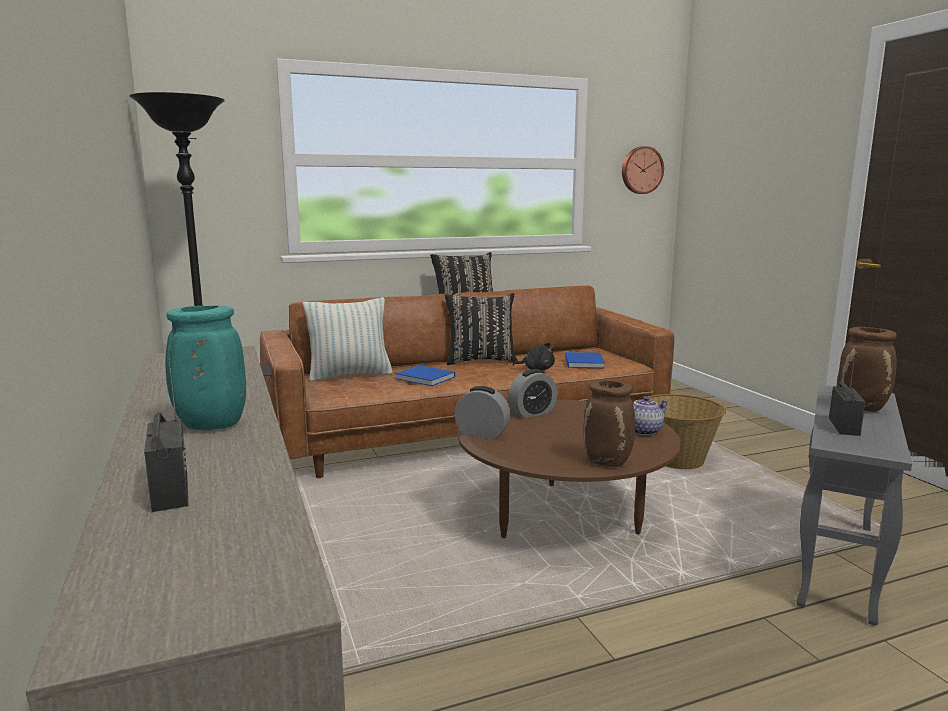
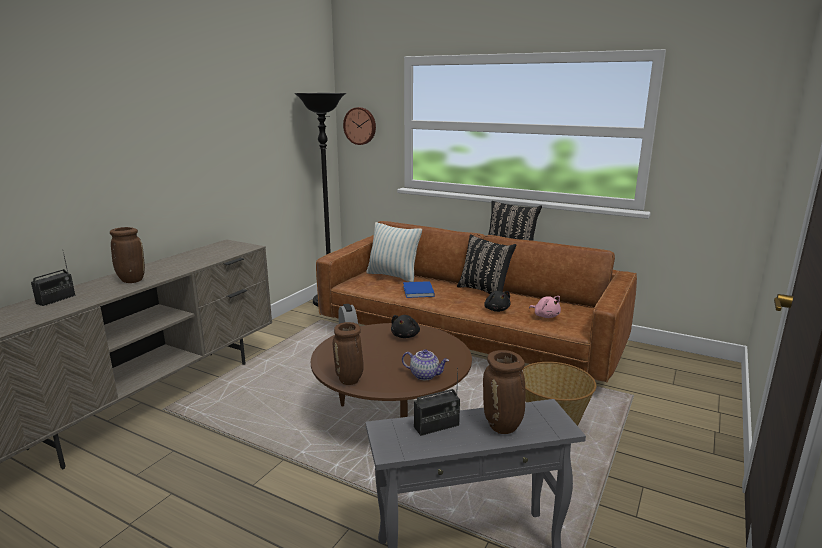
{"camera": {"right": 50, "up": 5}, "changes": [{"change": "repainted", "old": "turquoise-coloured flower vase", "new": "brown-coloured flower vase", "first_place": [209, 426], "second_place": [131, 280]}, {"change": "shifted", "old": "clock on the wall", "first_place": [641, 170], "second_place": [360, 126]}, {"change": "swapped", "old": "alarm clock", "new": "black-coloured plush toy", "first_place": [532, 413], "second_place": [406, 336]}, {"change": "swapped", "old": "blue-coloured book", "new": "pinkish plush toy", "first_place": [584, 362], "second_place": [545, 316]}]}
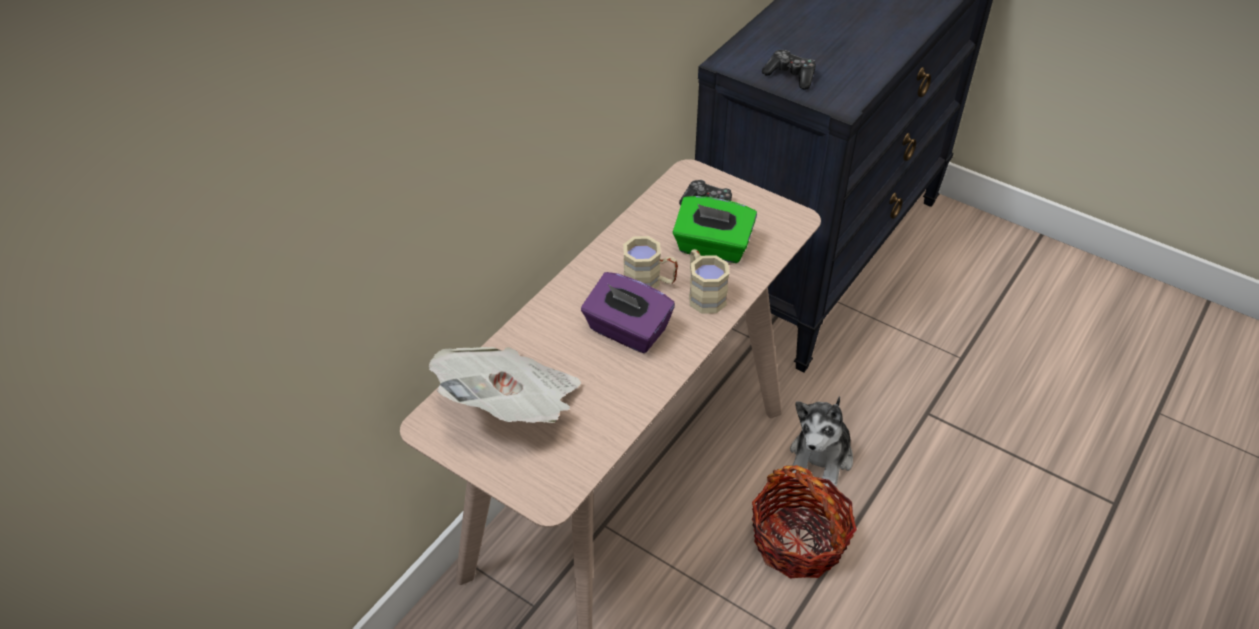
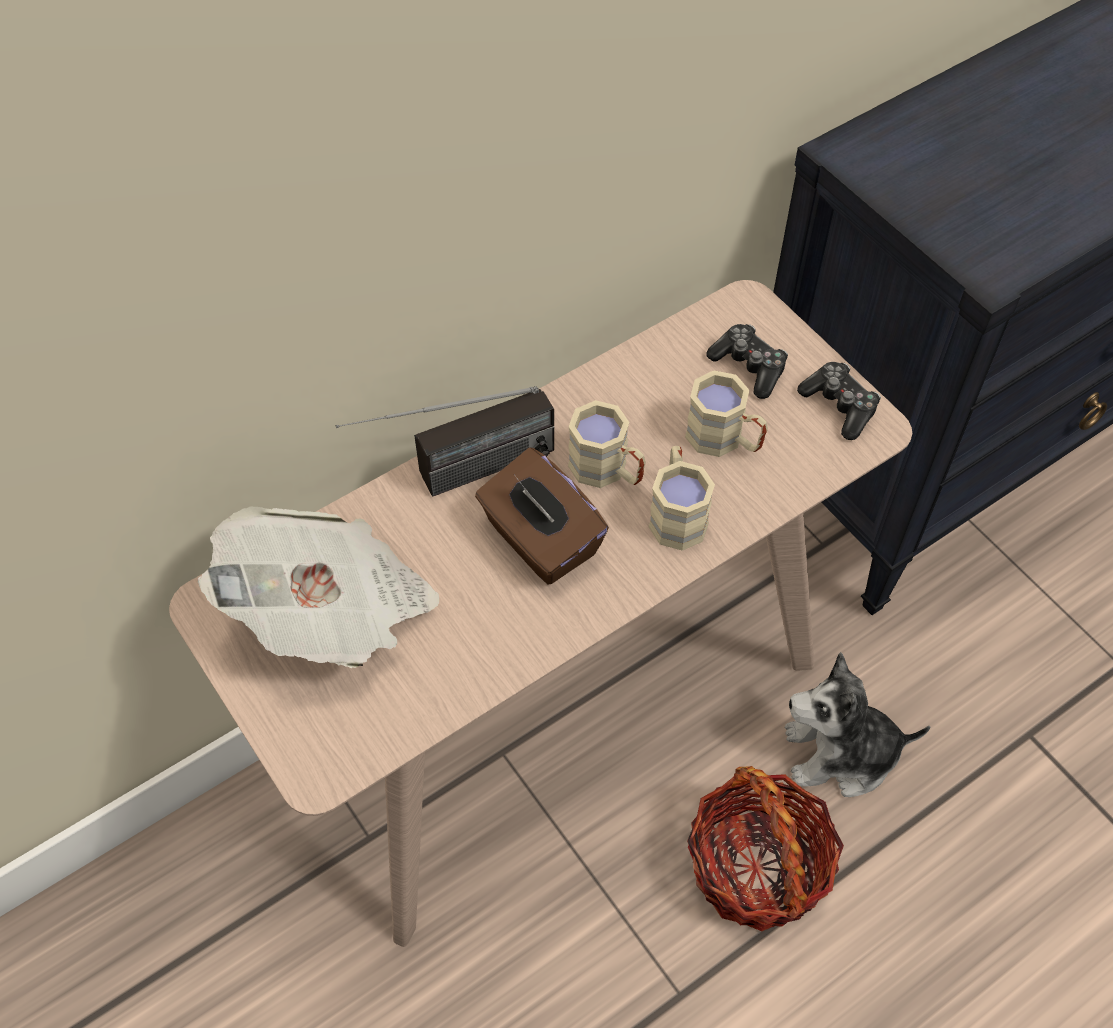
{"camera": {"right": 20, "up": 10}, "changes": [{"change": "new", "new": "radio", "second_place": [455, 477]}, {"change": "repainted", "old": "purple box of tissues", "new": "brown-coloured box of tissues", "first_place": [627, 331], "second_place": [540, 540]}, {"change": "swapped", "old": "green-coloured box of tissues", "new": "beige-coloured tea mug", "first_place": [712, 247], "second_place": [724, 440]}, {"change": "rotated", "old": "plush toy", "first_place": [820, 459], "second_place": [840, 754], "degrees": 45}, {"change": "shifted", "old": "gamepad", "first_place": [790, 76], "second_place": [839, 406]}]}
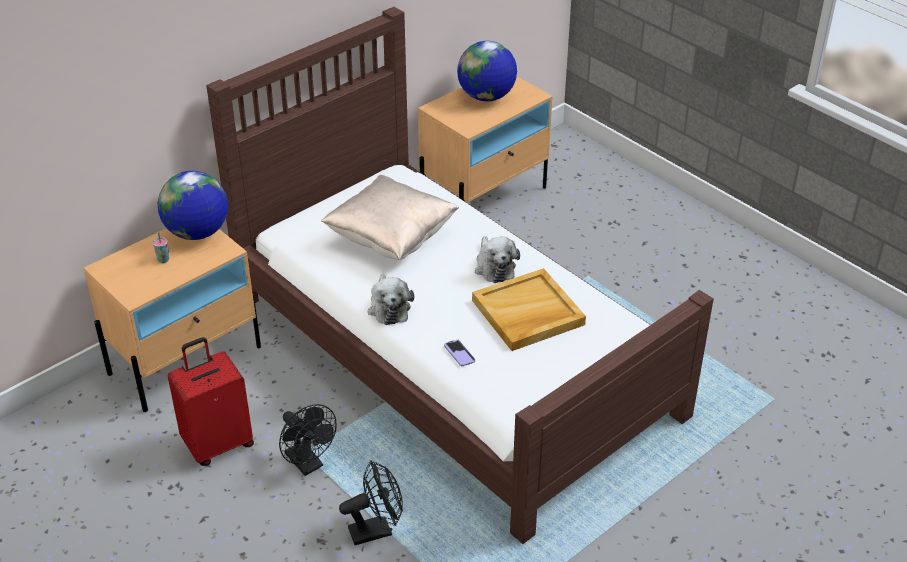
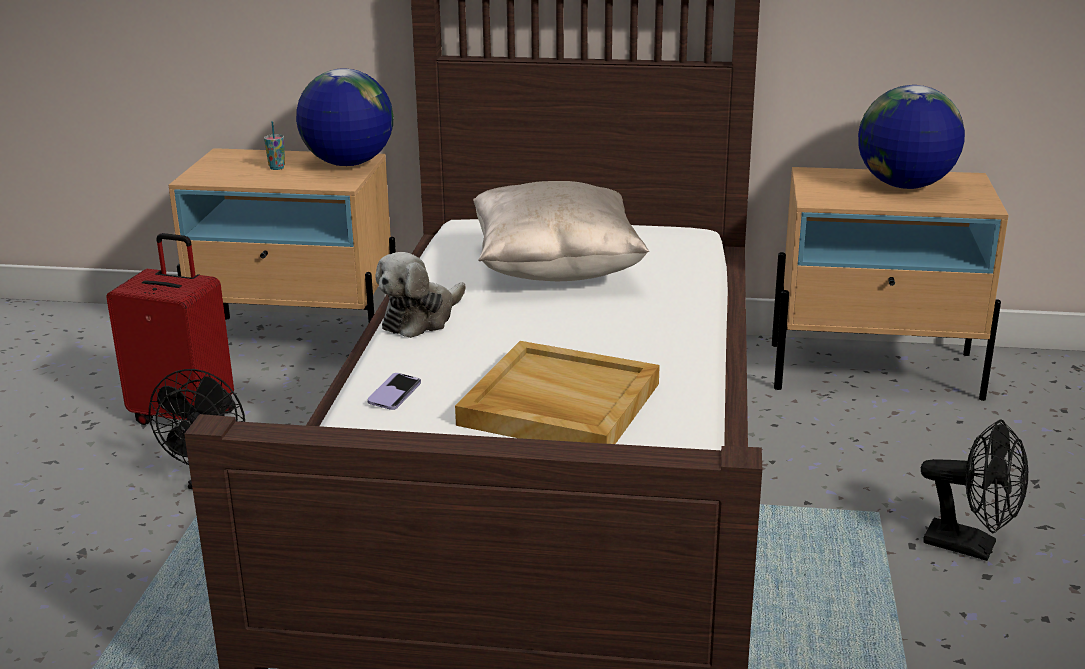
{"camera": {"right": 50, "up": -15}, "changes": [{"change": "shifted", "old": "black-coloured electric fan", "first_place": [376, 529], "second_place": [971, 546]}, {"change": "gone", "old": "plush toy", "first_place": [494, 267]}]}
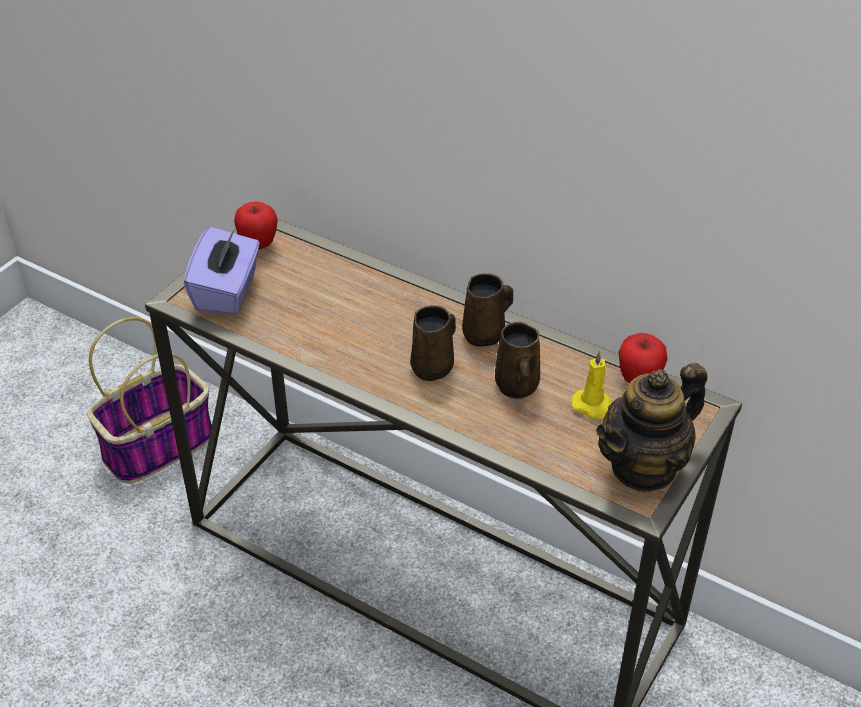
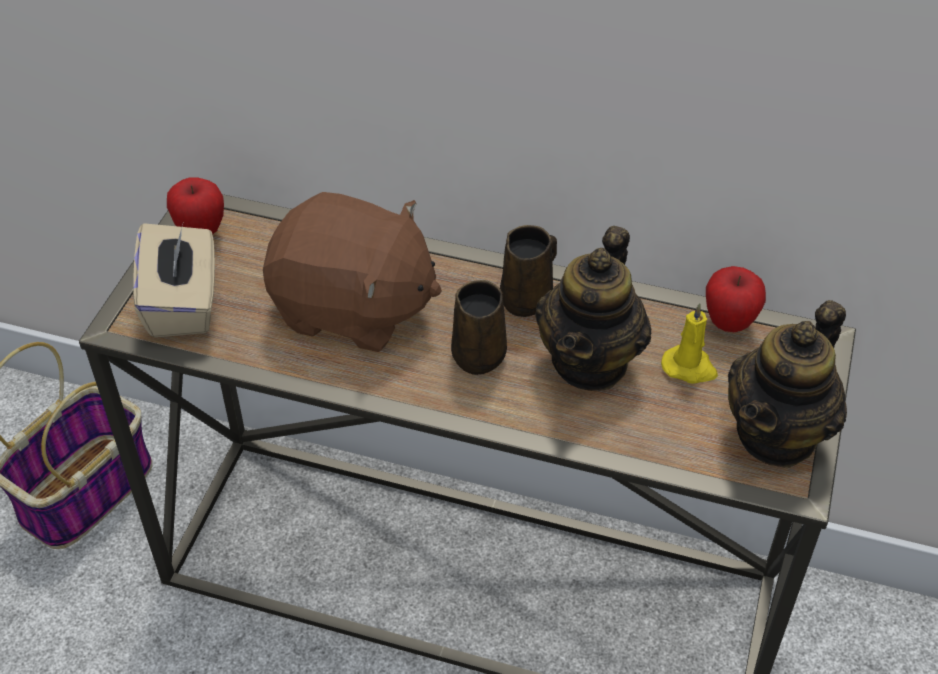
{"camera": {"right": -15, "up": 5}, "changes": [{"change": "repainted", "old": "purple box of tissues", "new": "beige-coloured box of tissues", "first_place": [227, 292], "second_place": [183, 303]}, {"change": "new", "new": "brown-coloured plush toy", "second_place": [353, 309]}, {"change": "swapped", "old": "brown-coloured tea mug", "new": "pot for tea", "first_place": [517, 387], "second_place": [590, 361]}]}
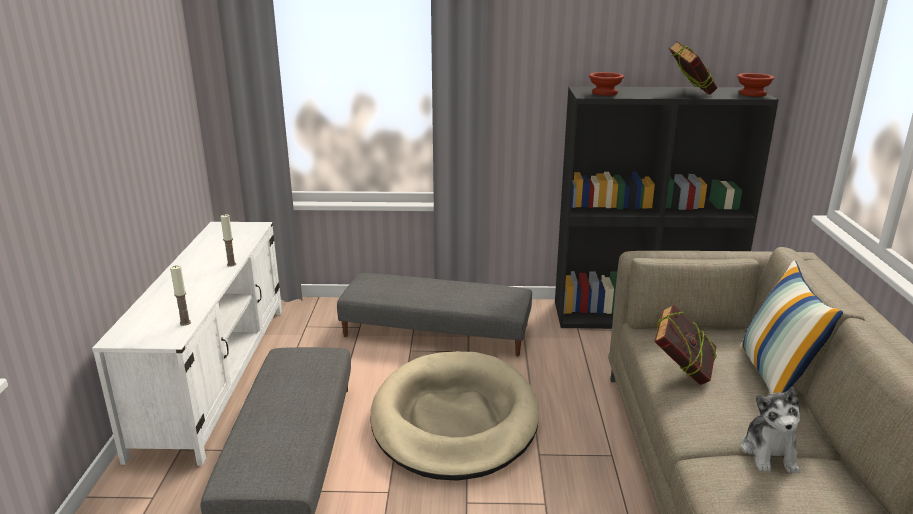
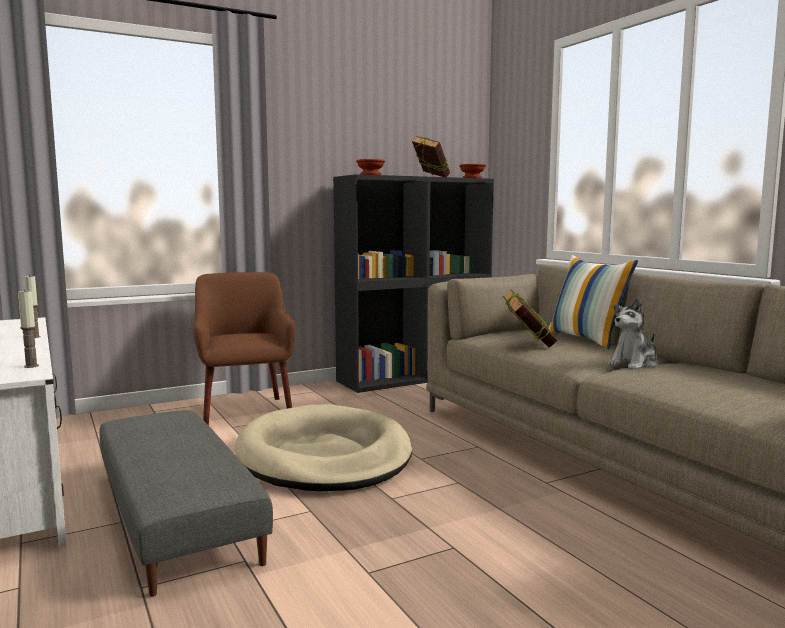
{"camera": {"right": -30, "up": -15}, "changes": [{"change": "swapped", "old": "grey footrest", "new": "brown-coloured lounge chair", "first_place": [436, 330], "second_place": [245, 411]}, {"change": "rotated", "old": "plush toy", "first_place": [769, 453], "second_place": [634, 364], "degrees": 75}]}
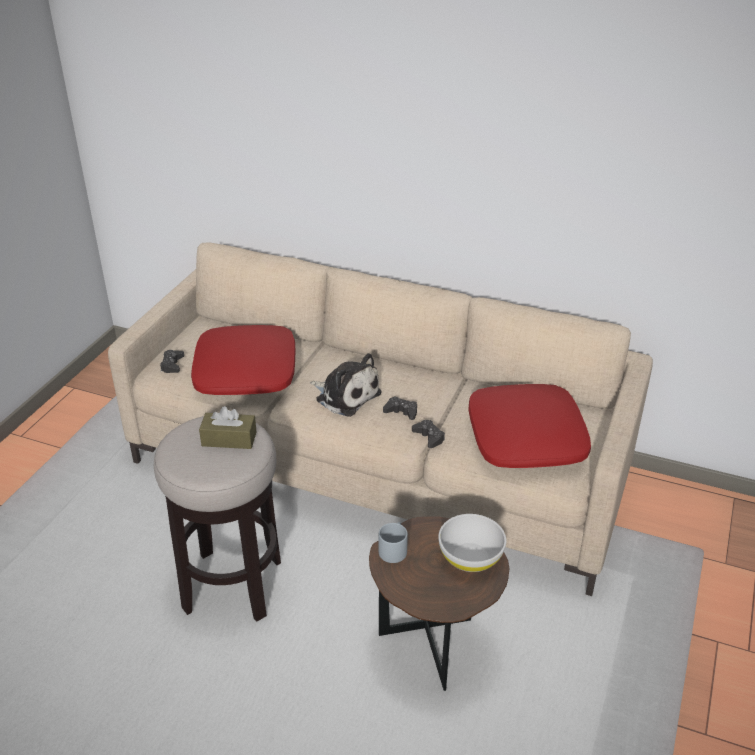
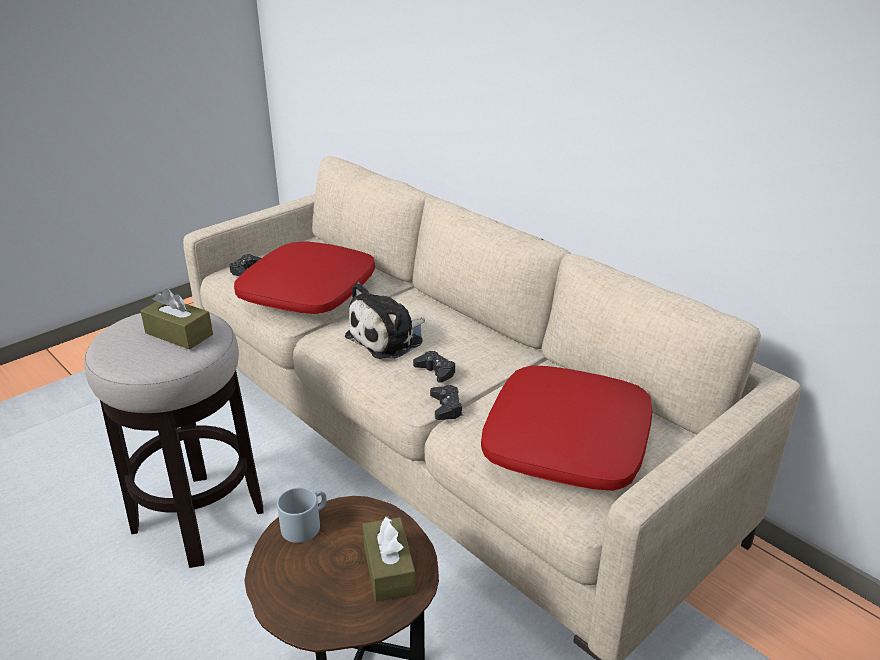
{"camera": {"right": 25, "up": -5}, "changes": [{"change": "rotated", "old": "plush toy", "first_place": [345, 395], "second_place": [388, 339], "degrees": 75}, {"change": "swapped", "old": "white-coloured serving bowl", "new": "brown-coloured box of tissues", "first_place": [470, 557], "second_place": [389, 569]}]}
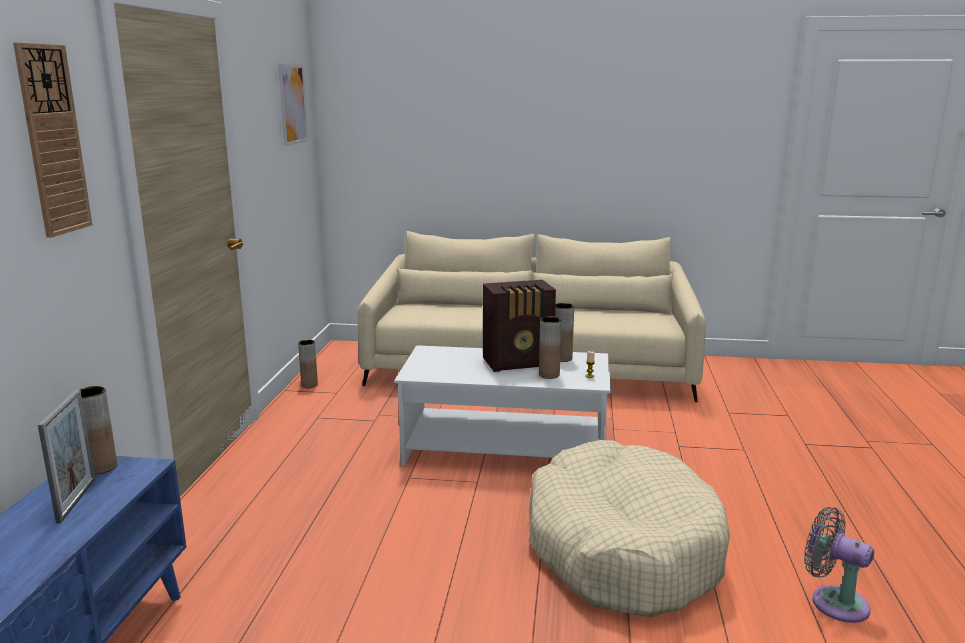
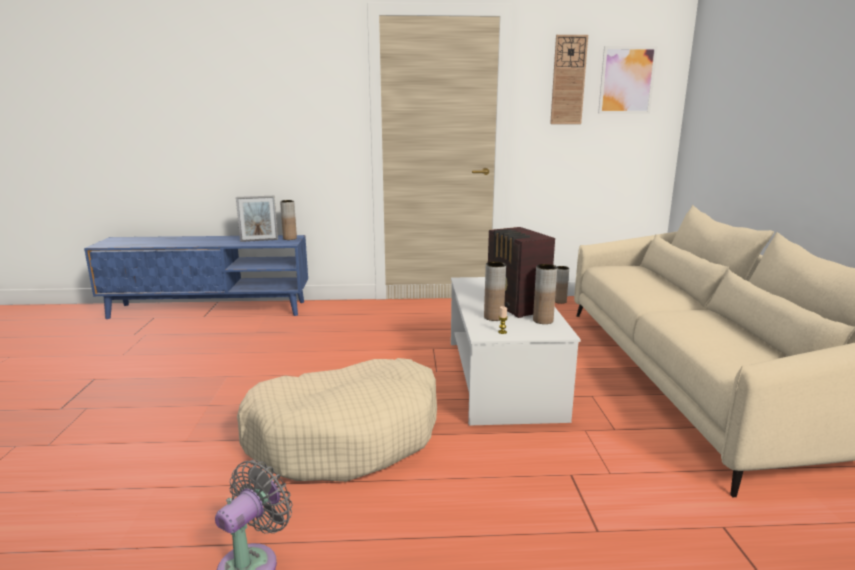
{"camera": {"right": 80, "up": 0}, "changes": [{"change": "shifted", "old": "clock on the wall", "first_place": [53, 140], "second_place": [568, 80]}]}
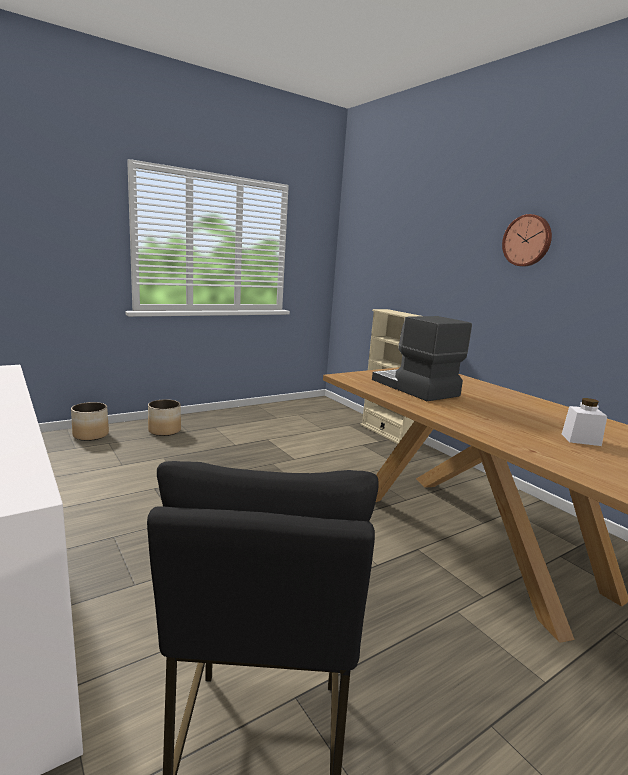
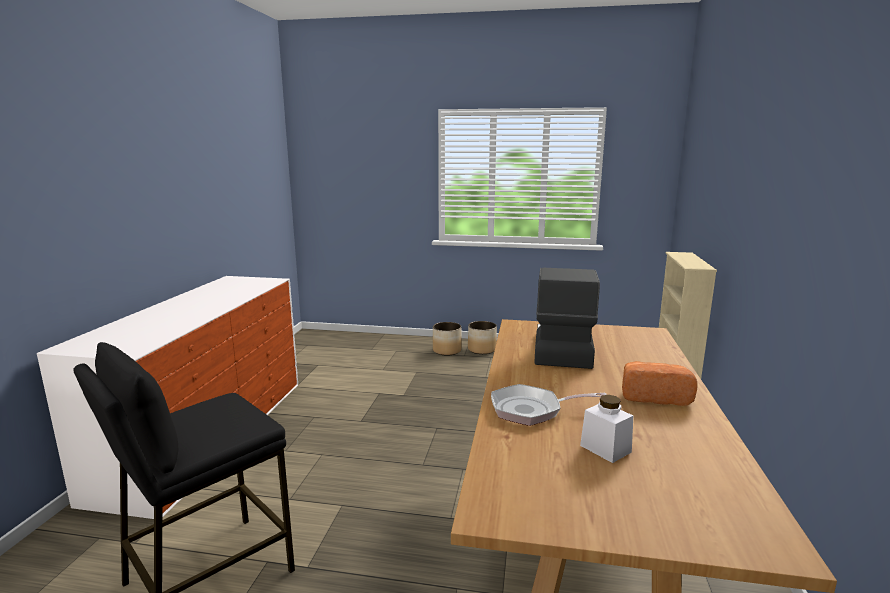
{"camera": {"right": 45, "up": 0}, "changes": [{"change": "shifted", "old": "planter", "first_place": [91, 435], "second_place": [481, 350]}, {"change": "new", "new": "skillet", "second_place": [531, 410]}, {"change": "new", "new": "bakery bread", "second_place": [654, 396]}, {"change": "gone", "old": "clock on the wall", "first_place": [527, 240]}]}
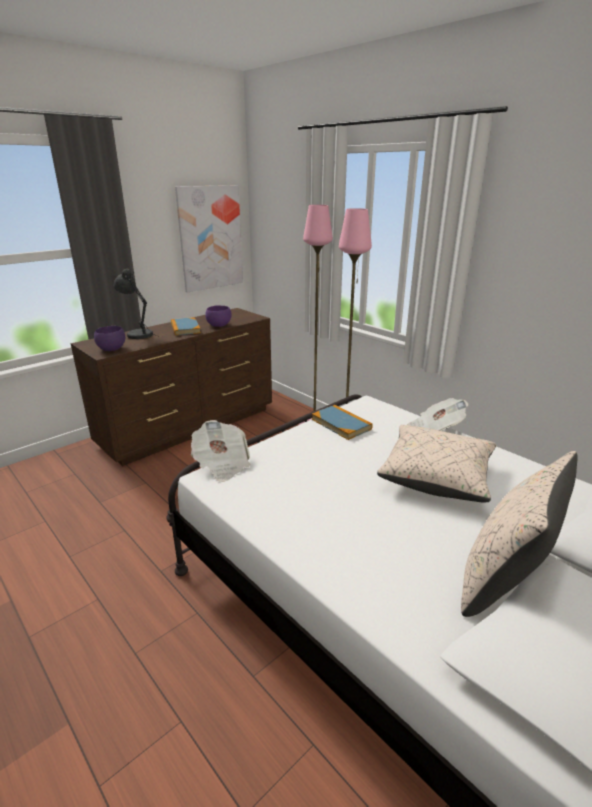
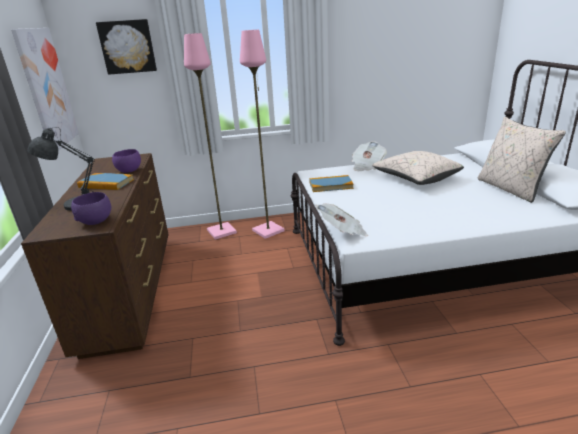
{"camera": {"right": -55, "up": 0}, "changes": [{"change": "new", "new": "picture", "second_place": [127, 47]}]}
